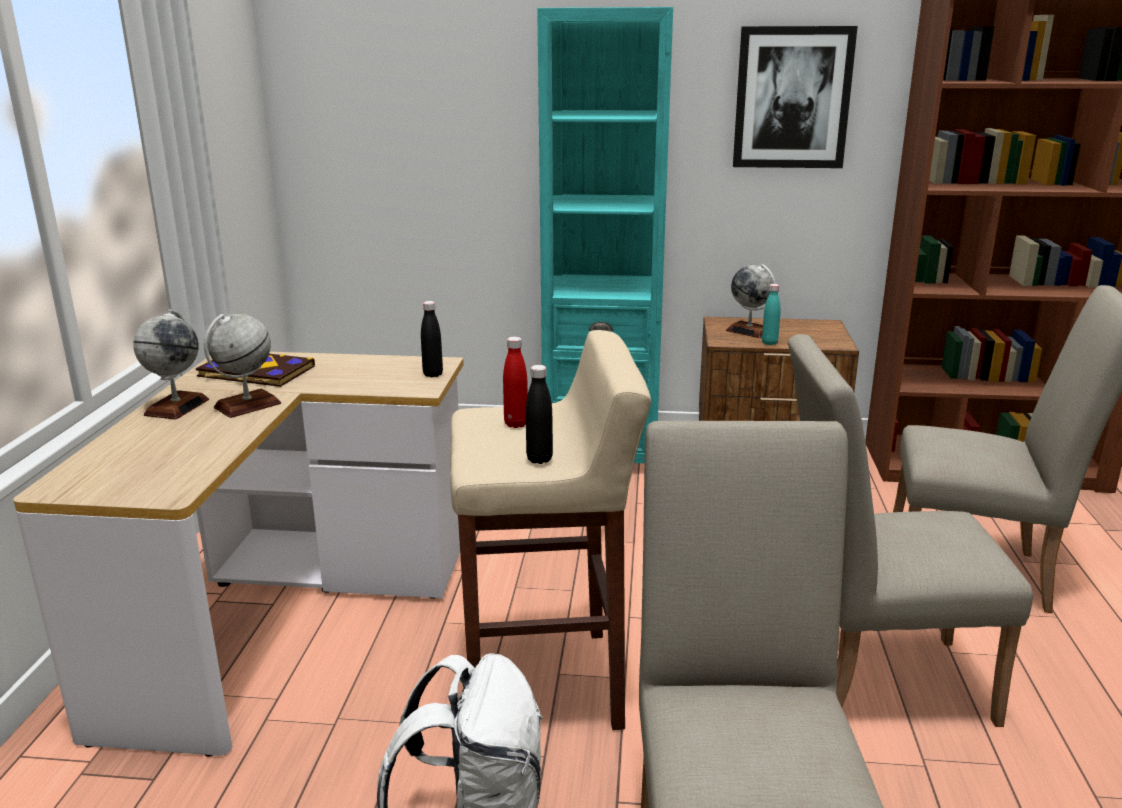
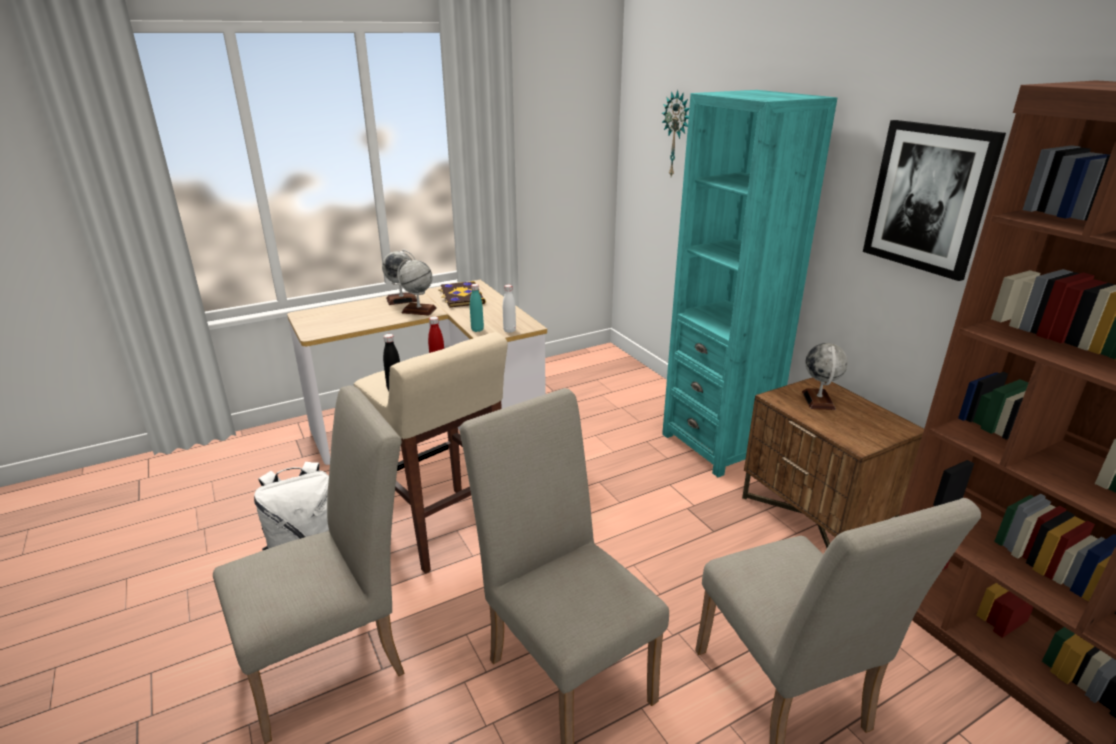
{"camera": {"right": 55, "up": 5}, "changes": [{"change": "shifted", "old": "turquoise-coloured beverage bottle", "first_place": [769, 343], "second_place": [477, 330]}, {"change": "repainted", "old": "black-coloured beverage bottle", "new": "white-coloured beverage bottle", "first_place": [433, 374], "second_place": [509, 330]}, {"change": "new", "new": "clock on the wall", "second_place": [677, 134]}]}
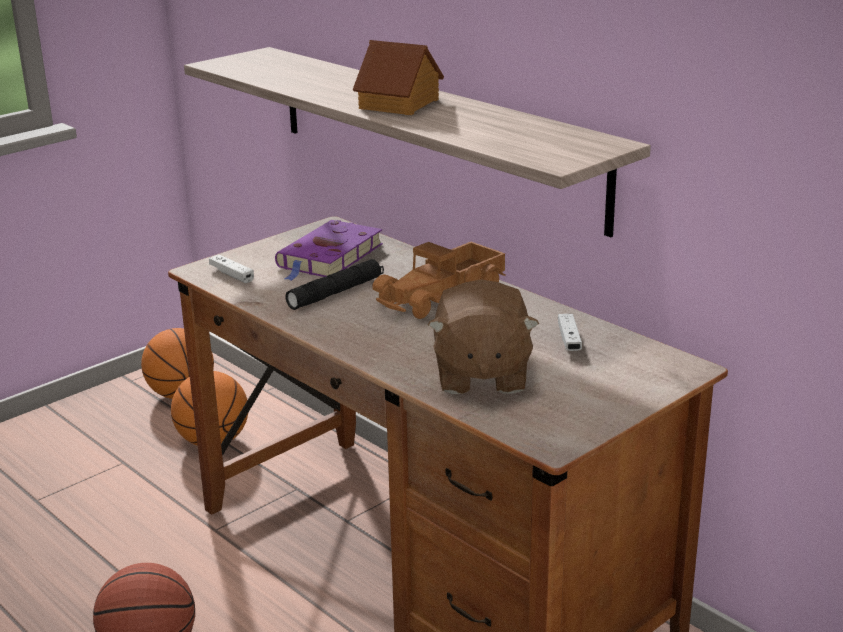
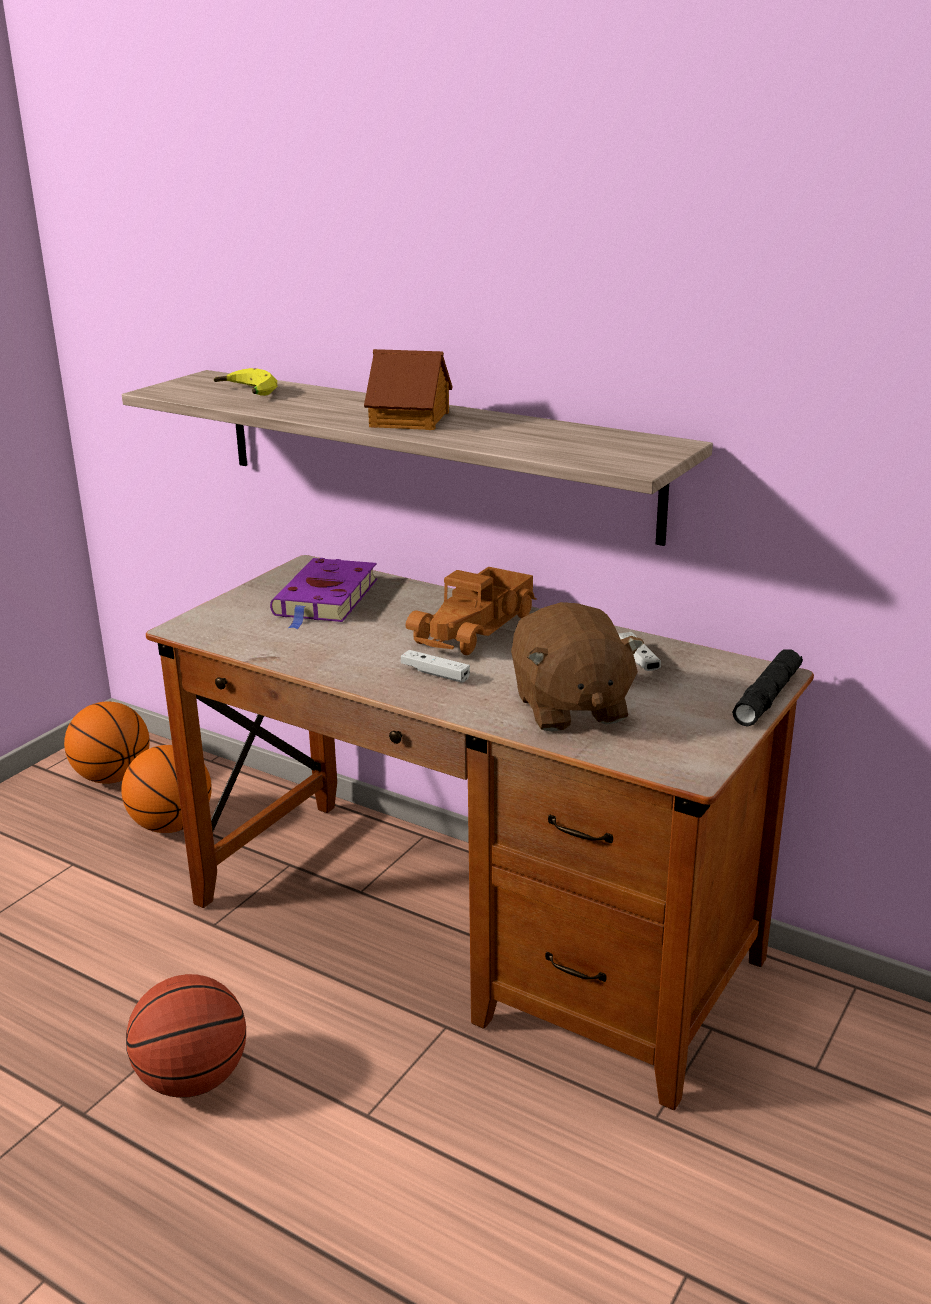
{"camera": {"right": -15, "up": 0}, "changes": [{"change": "new", "new": "whole banana", "second_place": [246, 393]}, {"change": "shifted", "old": "white-coloured gamepad", "first_place": [231, 275], "second_place": [435, 673]}, {"change": "shifted", "old": "black-coloured flashlight", "first_place": [336, 293], "second_place": [767, 697]}]}
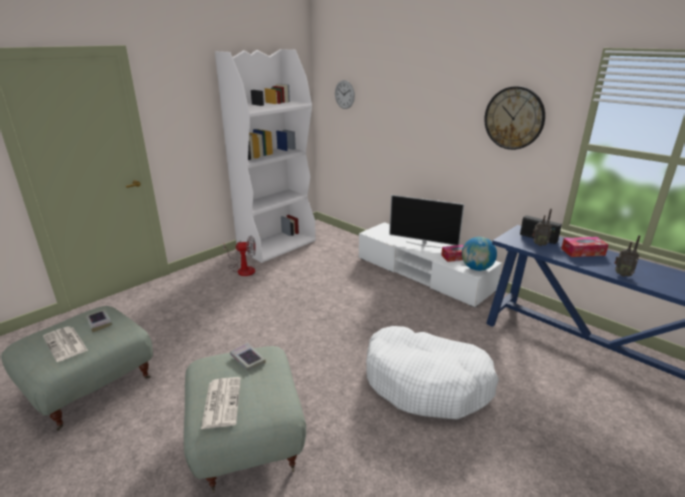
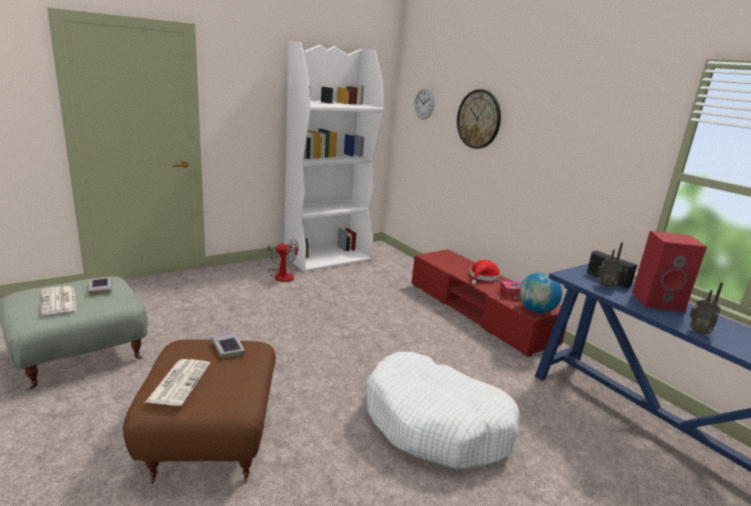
{"camera": {"right": 10, "up": -5}, "changes": [{"change": "repainted", "old": "grey footrest", "new": "brown-coloured footrest", "first_place": [245, 439], "second_place": [210, 438]}, {"change": "repainted", "old": "white-coloured tv stand", "new": "red tv stand", "first_place": [423, 274], "second_place": [479, 312]}, {"change": "shifted", "old": "clock on the wall", "first_place": [514, 118], "second_place": [479, 119]}, {"change": "swapped", "old": "TV", "new": "red hat", "first_place": [423, 244], "second_place": [483, 277]}, {"change": "swapped", "old": "box of tissues", "new": "red loudspeaker", "first_place": [583, 252], "second_place": [658, 301]}]}
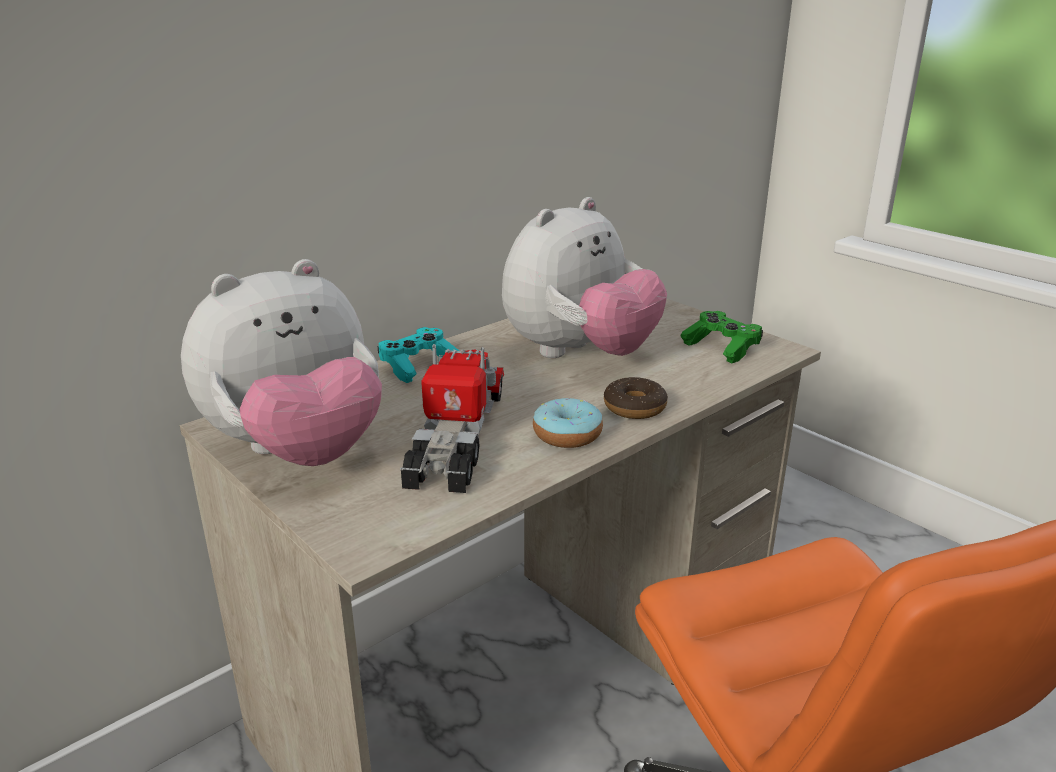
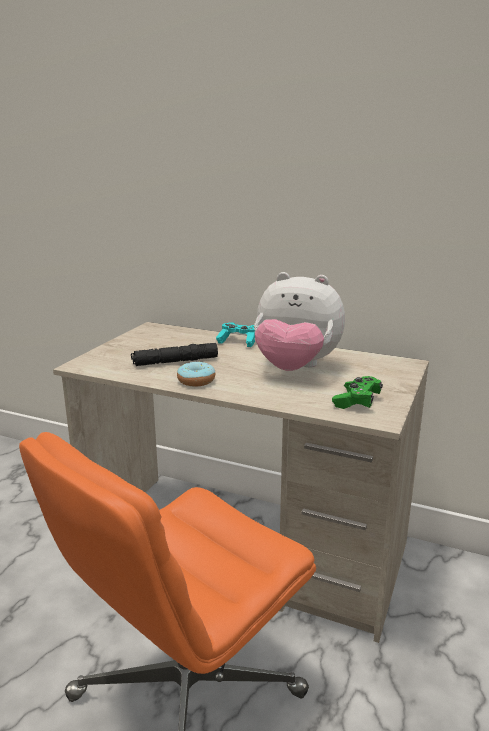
{"camera": {"right": 65, "up": -5}, "changes": [{"change": "swapped", "old": "toy lorry", "new": "black-coloured flashlight", "first_place": [457, 436], "second_place": [175, 361]}, {"change": "gone", "old": "plush toy", "first_place": [298, 452]}, {"change": "gone", "old": "donut", "first_place": [634, 407]}]}
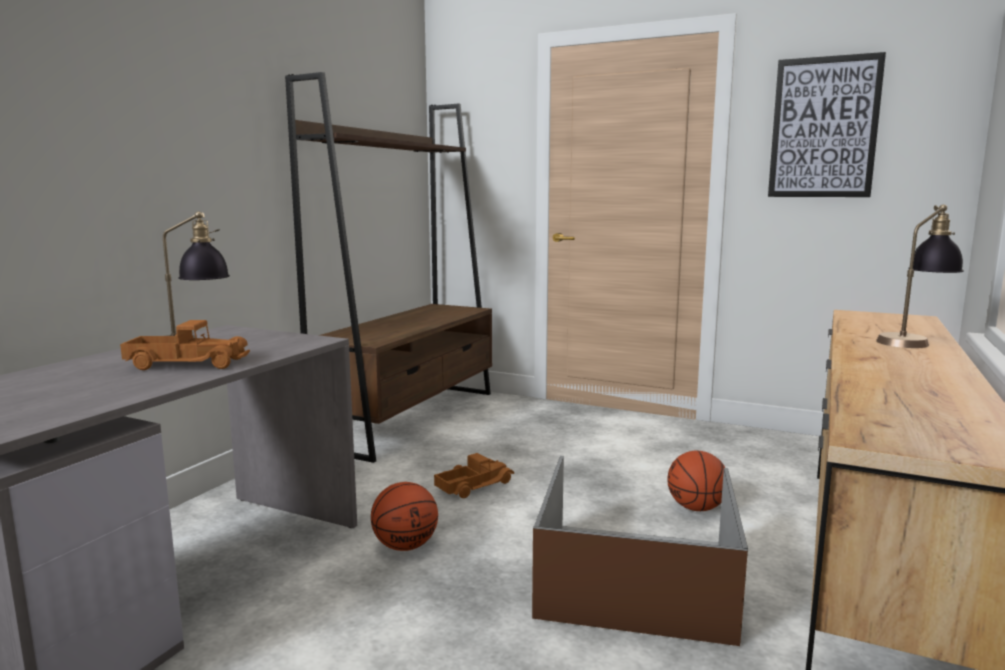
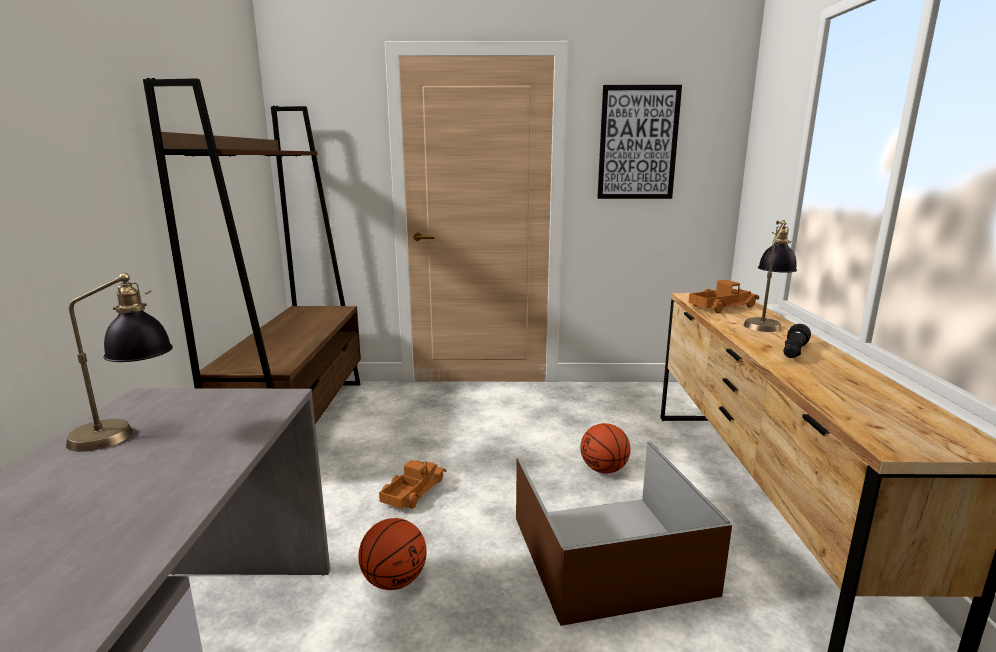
{"camera": {"right": -25, "up": 5}, "changes": [{"change": "shifted", "old": "toy lorry", "first_place": [188, 363], "second_place": [721, 307]}, {"change": "new", "new": "black-coloured flashlight", "second_place": [793, 352]}]}
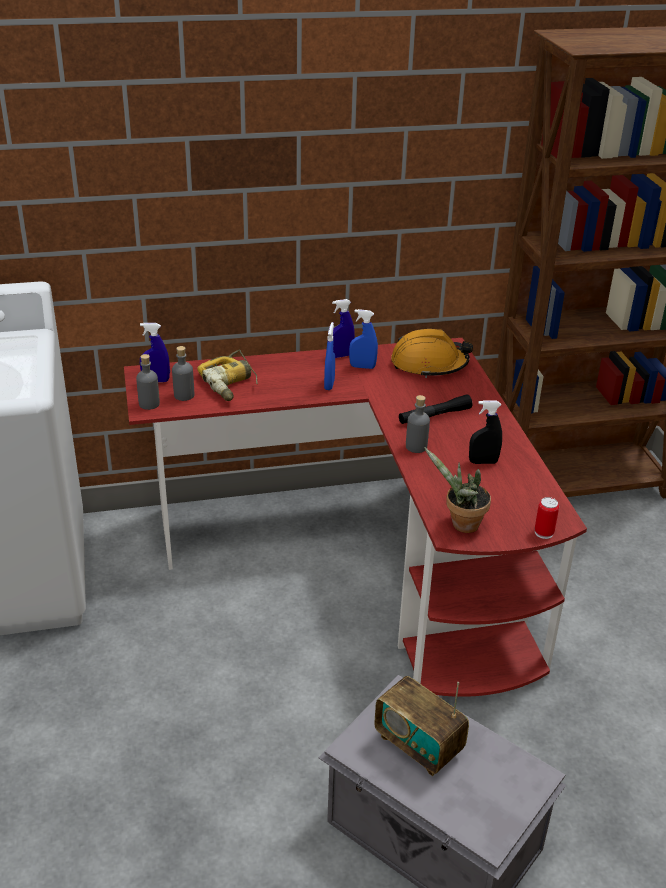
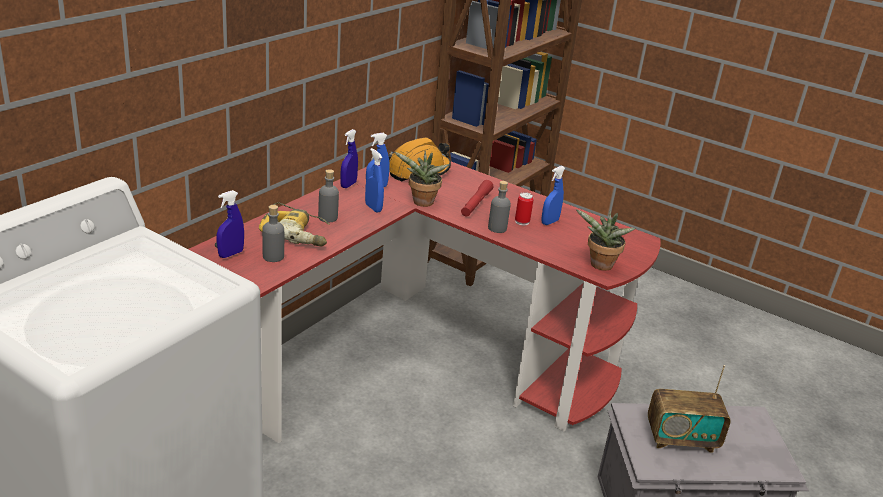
{"camera": {"right": -45, "up": -5}, "changes": [{"change": "shifted", "old": "grey beverage bottle", "first_place": [149, 404], "second_place": [328, 218]}, {"change": "new", "new": "plant in a pot", "second_place": [421, 203]}, {"change": "repainted", "old": "black-coloured flashlight", "new": "red flashlight", "first_place": [434, 416], "second_place": [476, 204]}, {"change": "shifted", "old": "can", "first_place": [544, 532], "second_place": [522, 222]}, {"change": "repainted", "old": "black-coloured sprayer", "new": "blue-coloured sprayer", "first_place": [483, 462], "second_place": [549, 222]}]}
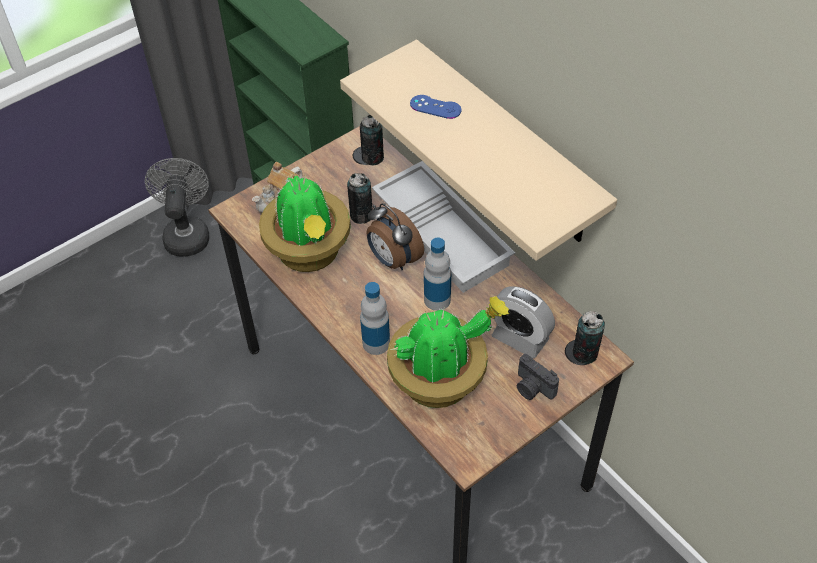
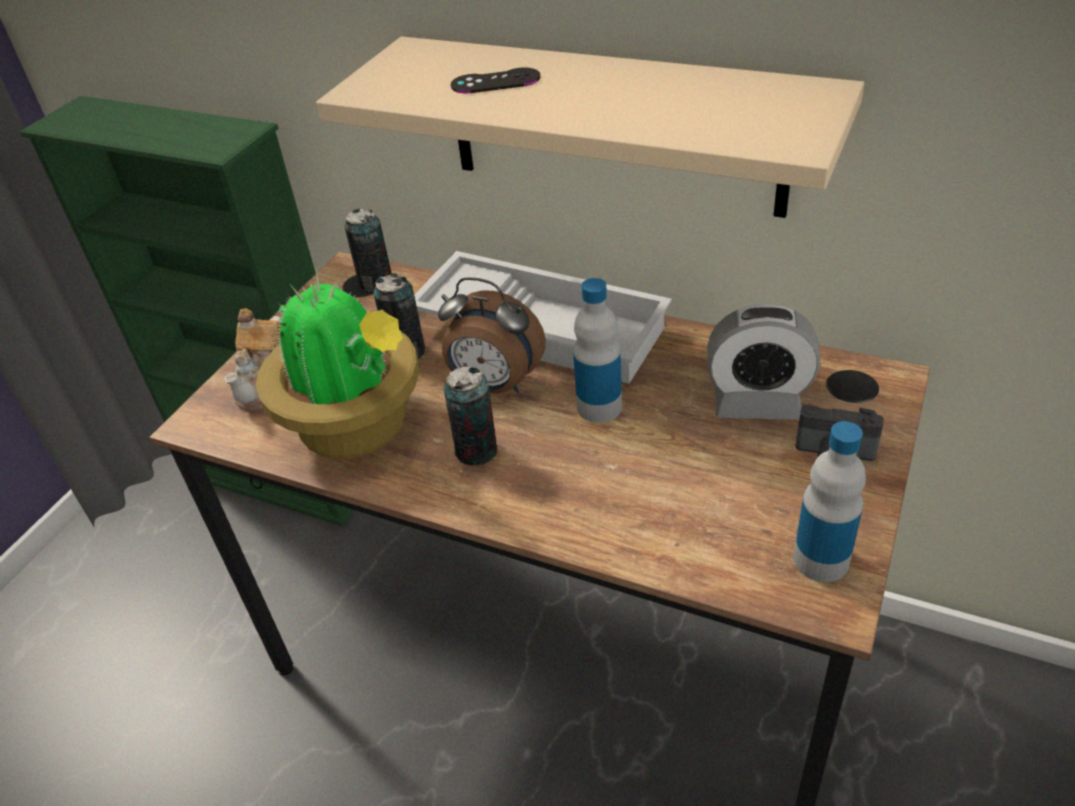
{"camera": {"right": -25, "up": -10}, "changes": [{"change": "shifted", "old": "can", "first_place": [585, 353], "second_place": [476, 451]}, {"change": "repainted", "old": "blue-coloured gamepad", "new": "black-coloured gamepad", "first_place": [435, 107], "second_place": [495, 81]}, {"change": "shifted", "old": "beverage bottle", "first_place": [376, 343], "second_place": [821, 560]}, {"change": "gone", "old": "grey electric fan", "first_place": [186, 233]}, {"change": "gone", "old": "plant in a pot", "first_place": [441, 380]}]}
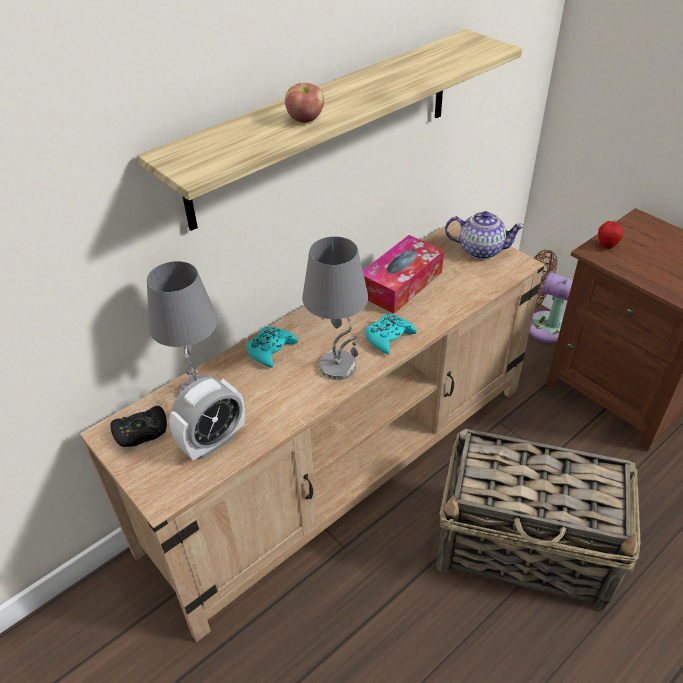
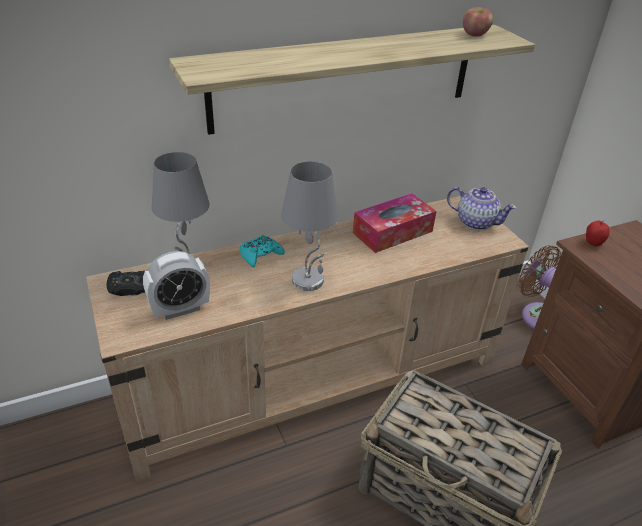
{"camera": {"right": 15, "up": -5}, "changes": [{"change": "shifted", "old": "whole apple", "first_place": [305, 119], "second_place": [475, 35]}, {"change": "gone", "old": "turquoise-coloured gamepad", "first_place": [389, 337]}]}
